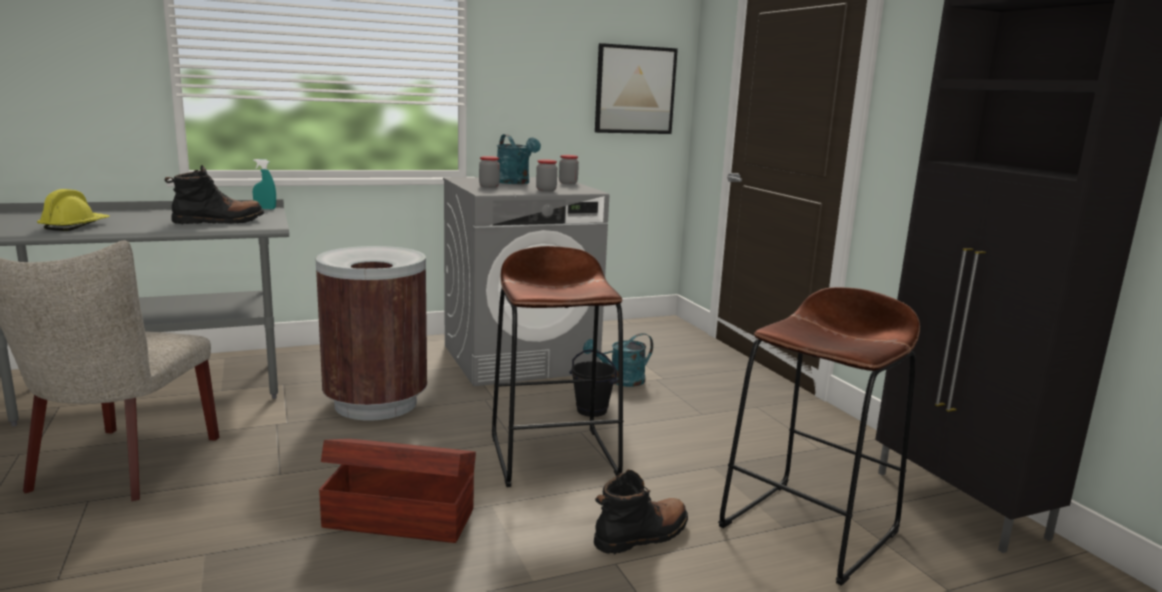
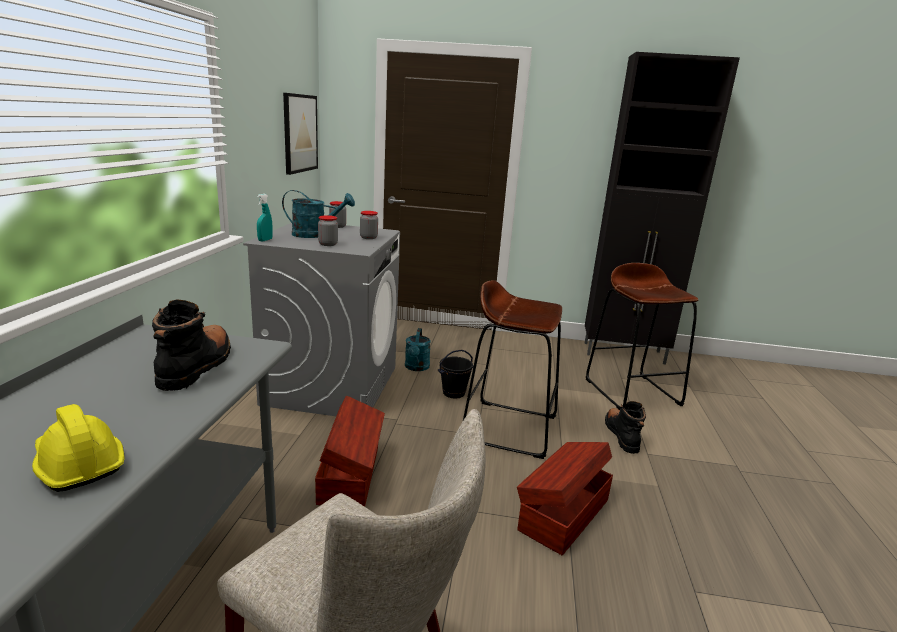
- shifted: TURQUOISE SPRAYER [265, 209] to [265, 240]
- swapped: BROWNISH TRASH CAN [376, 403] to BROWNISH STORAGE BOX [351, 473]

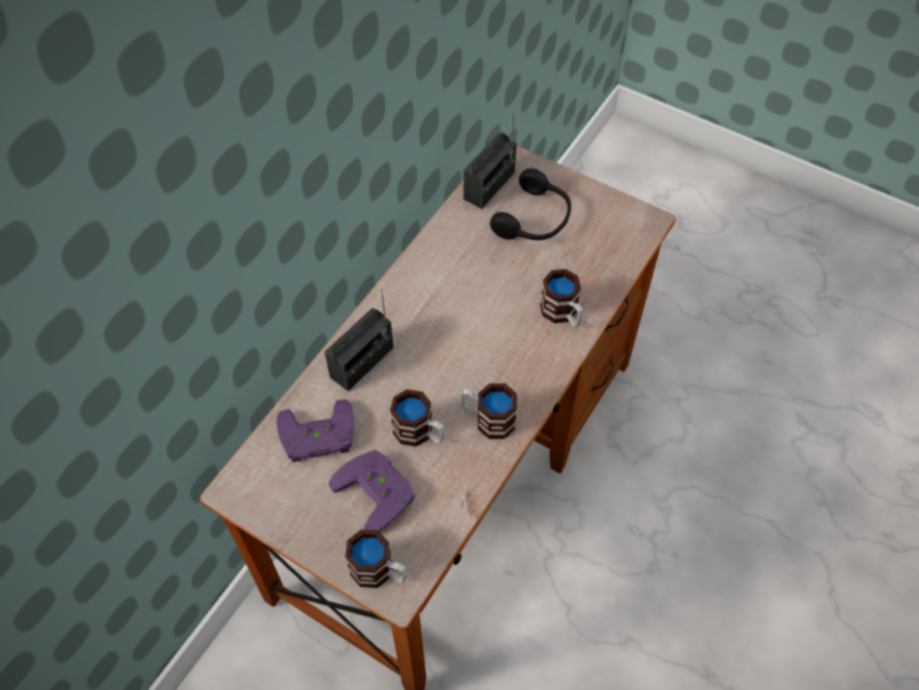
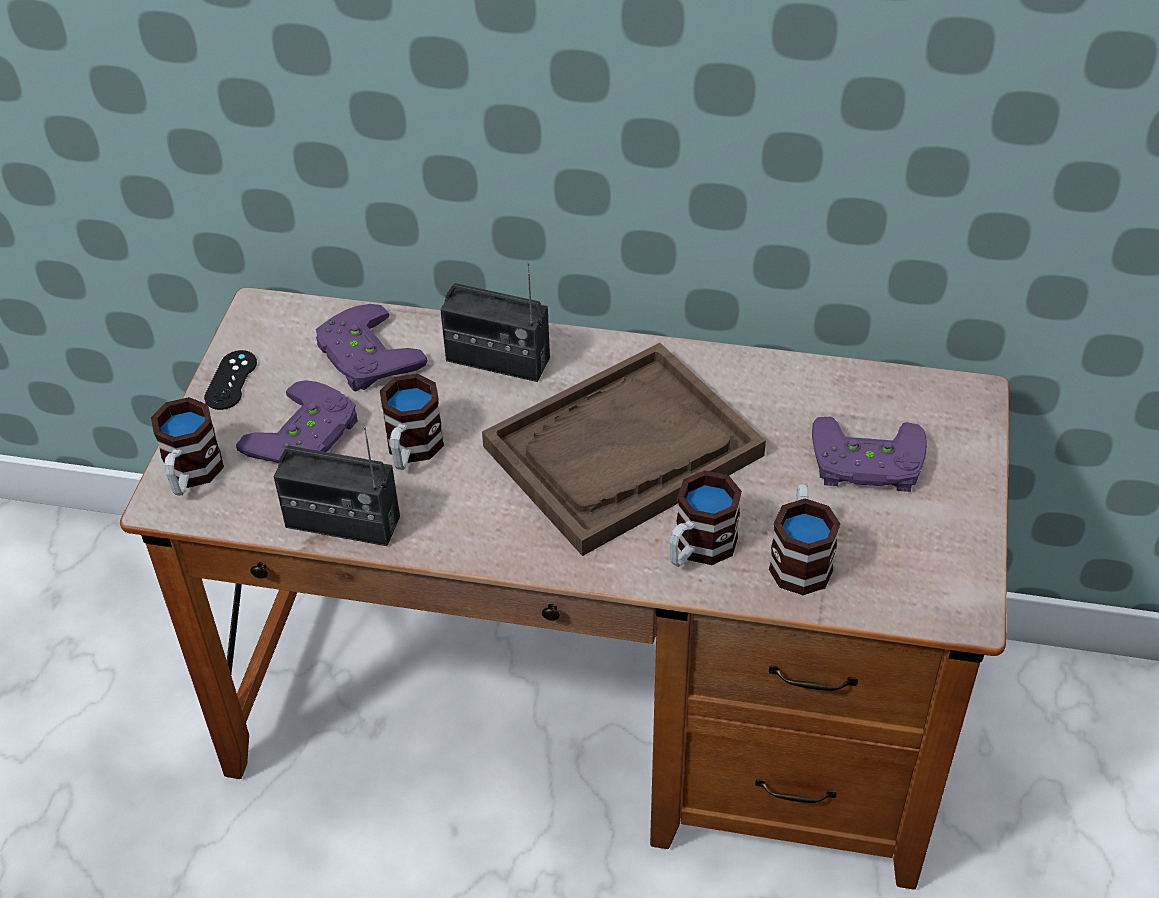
- new: BLACK GAMEPAD [231, 380]
- new: BROWNISH CARRYING TRAY [622, 452]
- shifted: COFFEE MUG [487, 419] to [800, 558]
- shifted: RADIO [489, 186] to [342, 522]
- swapped: BLACK PAIR OF HEADPHONES [535, 219] to PURPLE GAMEPAD [865, 465]

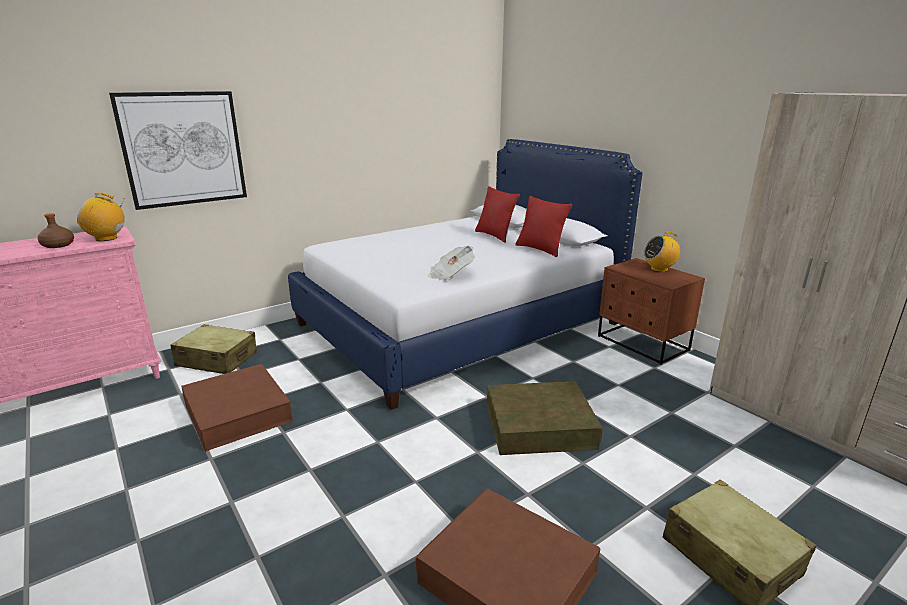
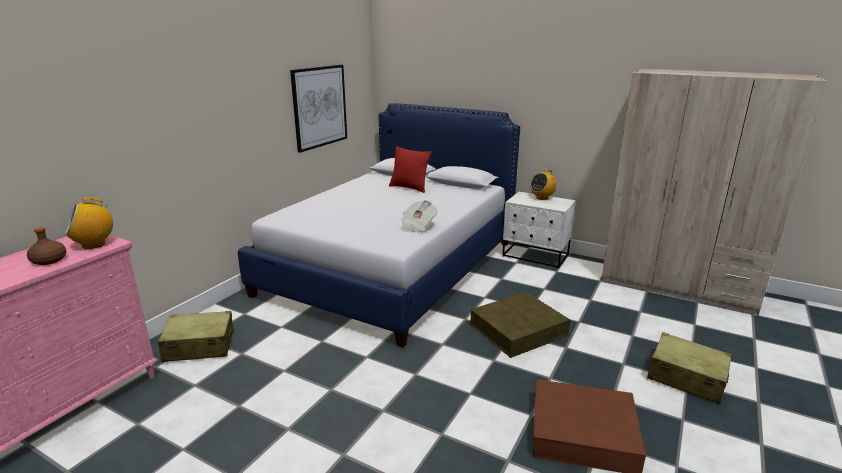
- gone: BROWNISH STORAGE BOX [237, 413]
- gone: REDDISH CUSHION [540, 249]
- shifted: WALL ART [183, 149] to [320, 107]
- repainted: BROWNISH NIGHTSTAND [642, 344] to WHITE-COLOURED NIGHTSTAND [535, 256]

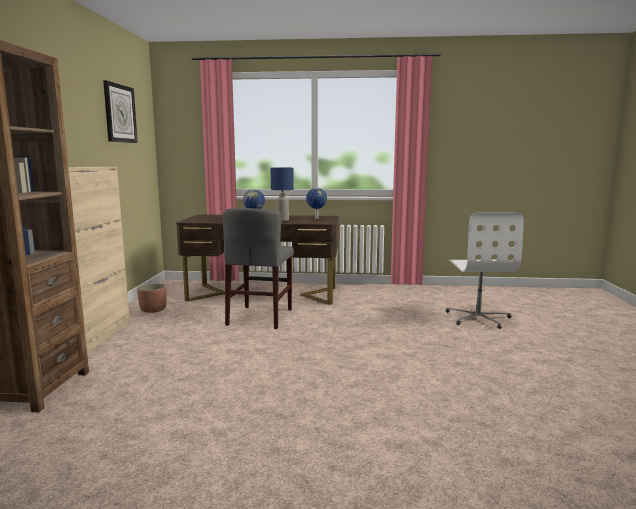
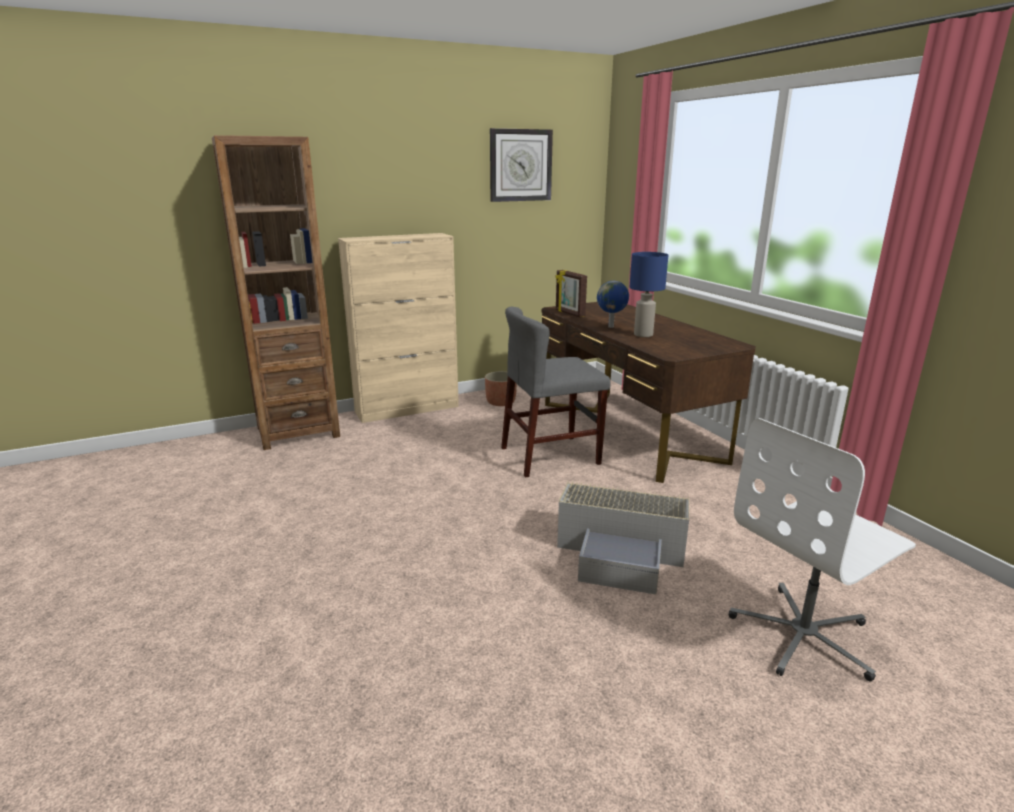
- gone: GLOBE [316, 218]
- new: PICTURE FRAME [569, 313]
- new: GREY STORAGE BOX [622, 552]

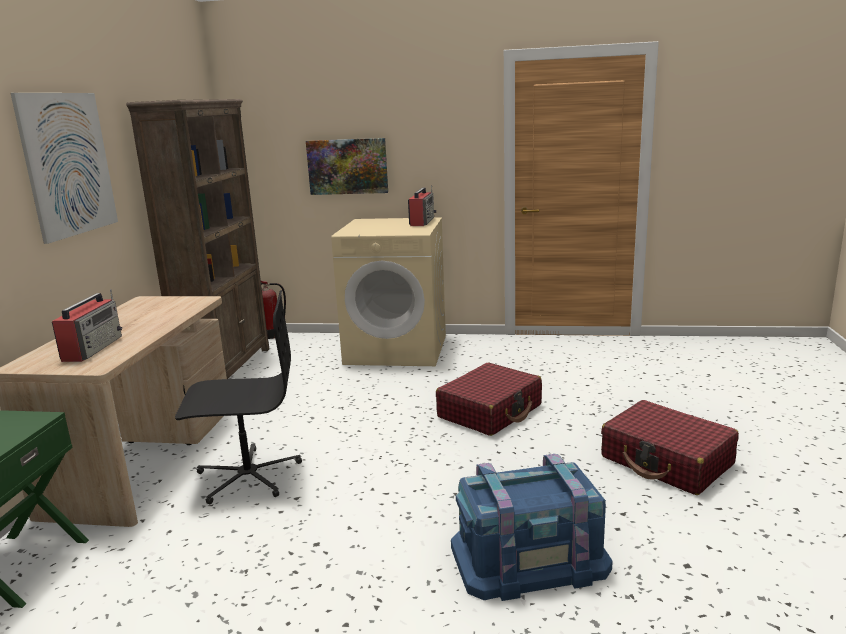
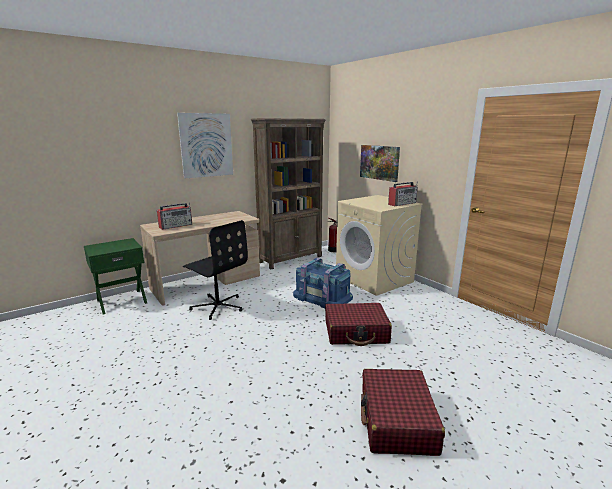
- shifted: BLUE STORAGE BOX [529, 557] to [322, 296]

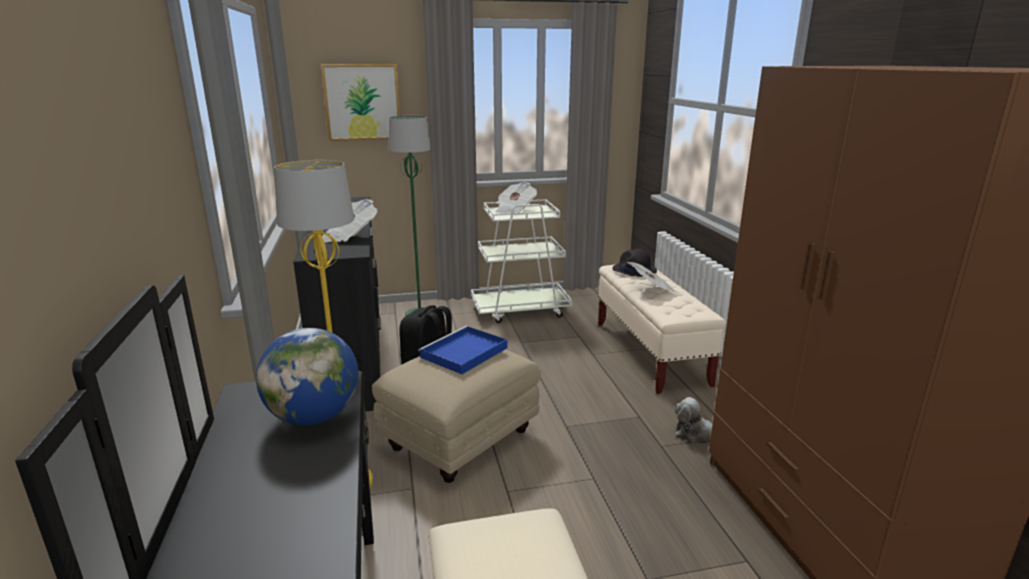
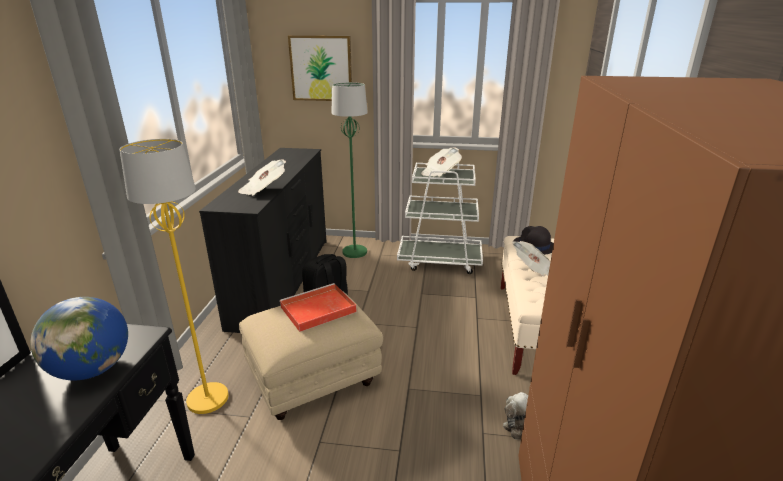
- repainted: BLUE CARRYING TRAY [463, 353] to REDDISH CARRYING TRAY [317, 310]

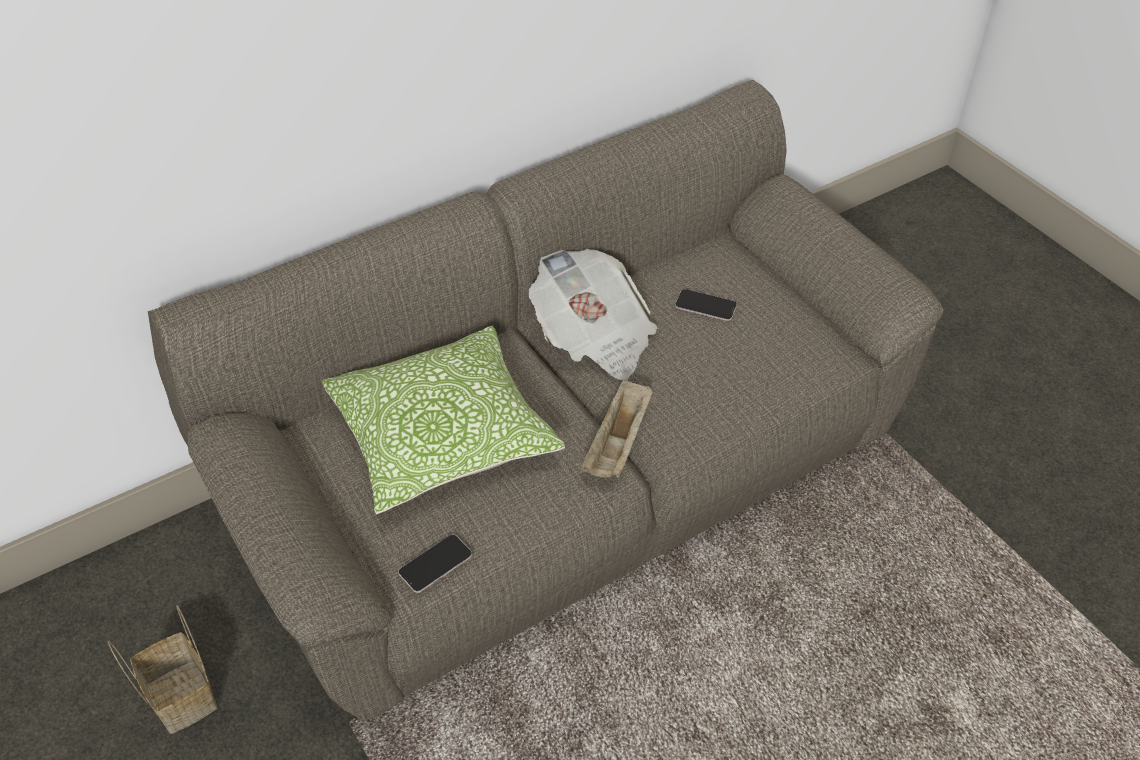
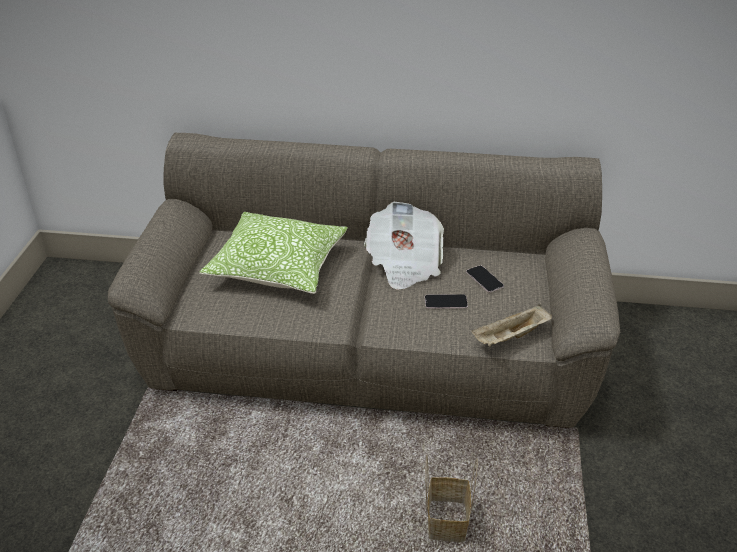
- shifted: STORAGE BASKET [179, 695] to [446, 520]
- shifted: TELEPHONE [435, 564] to [446, 302]
- shifted: BEIGE CARRYING TRAY [618, 445] to [510, 337]

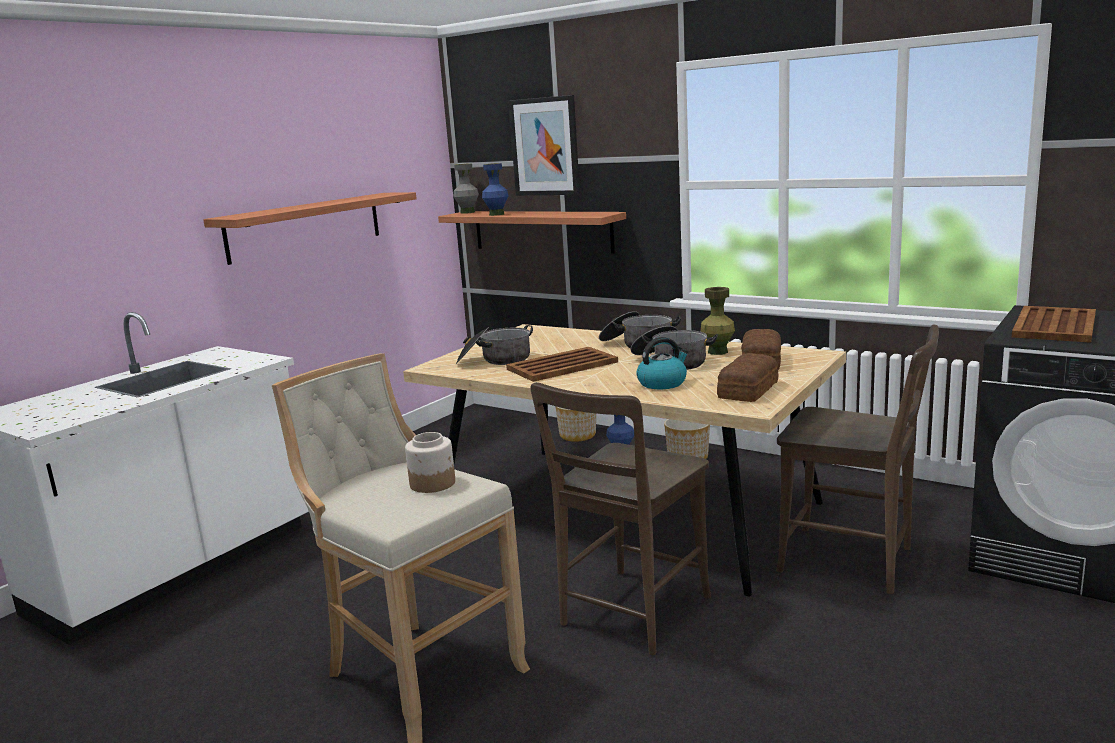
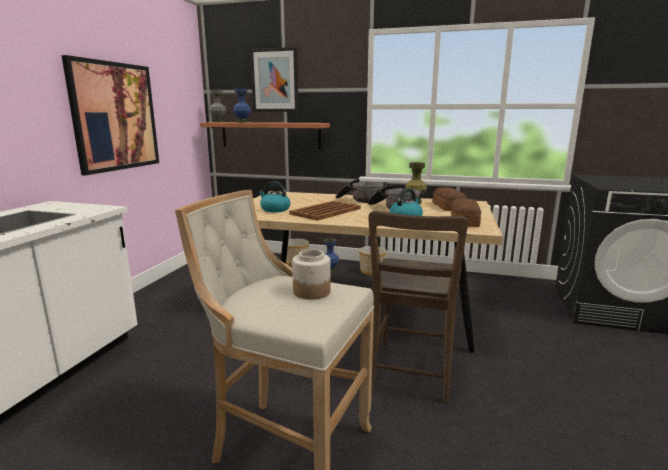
- gone: BROWNISH CHAIR [853, 561]
- gone: BROWNISH CARRYING TRAY [1054, 326]
- swapped: BRACKET SHELF [305, 226] to WALL ART [115, 116]
- swapped: COOKING POT [495, 360] to TEA KETTLE [274, 209]

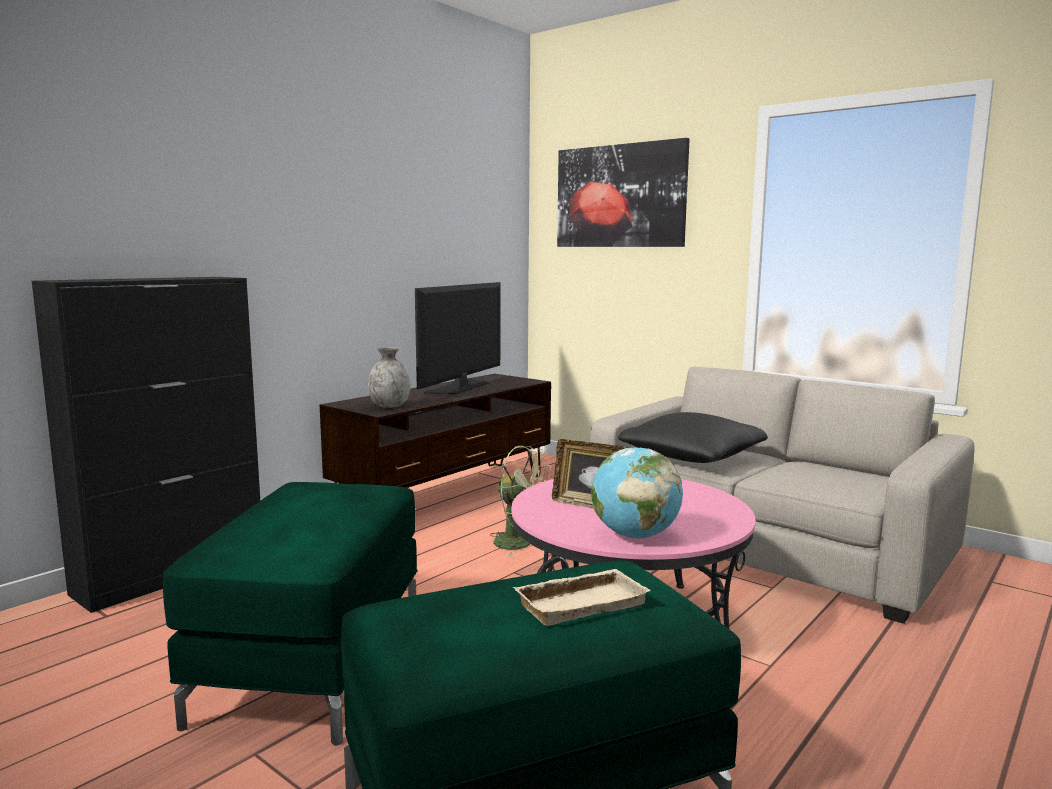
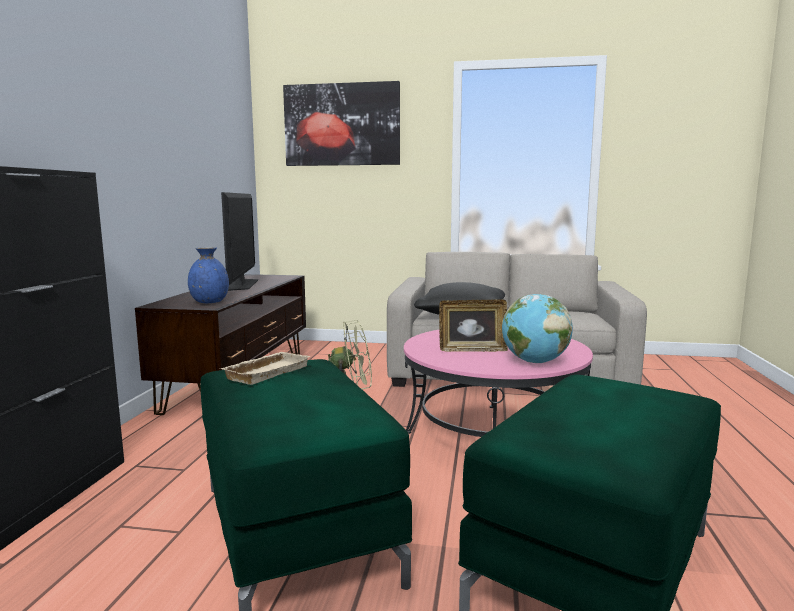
- shifted: BEIGE CARRYING TRAY [581, 602] to [266, 372]
- repainted: GREY FLOWER VASE [389, 406] to BLUE FLOWER VASE [209, 302]

